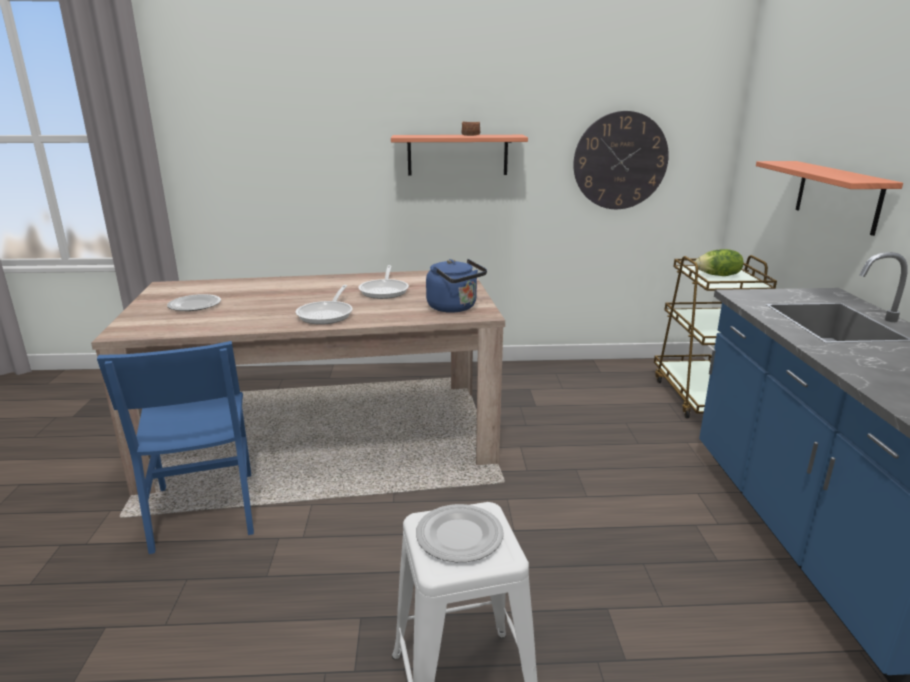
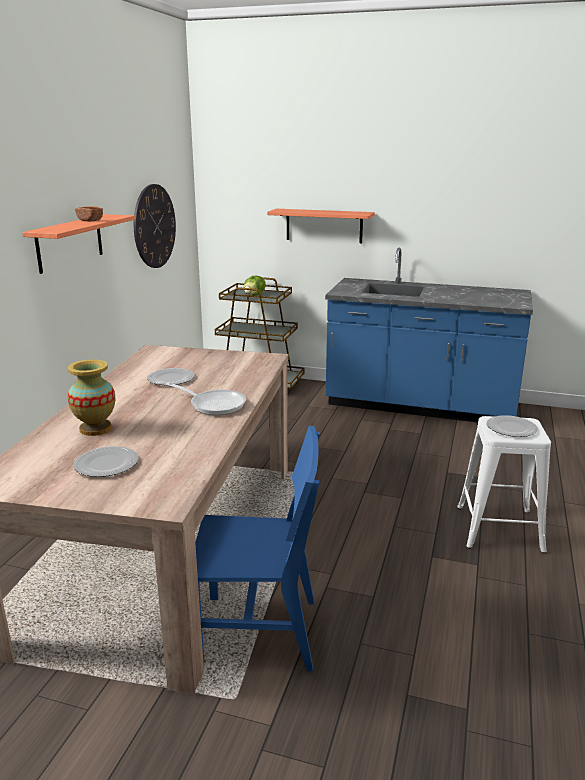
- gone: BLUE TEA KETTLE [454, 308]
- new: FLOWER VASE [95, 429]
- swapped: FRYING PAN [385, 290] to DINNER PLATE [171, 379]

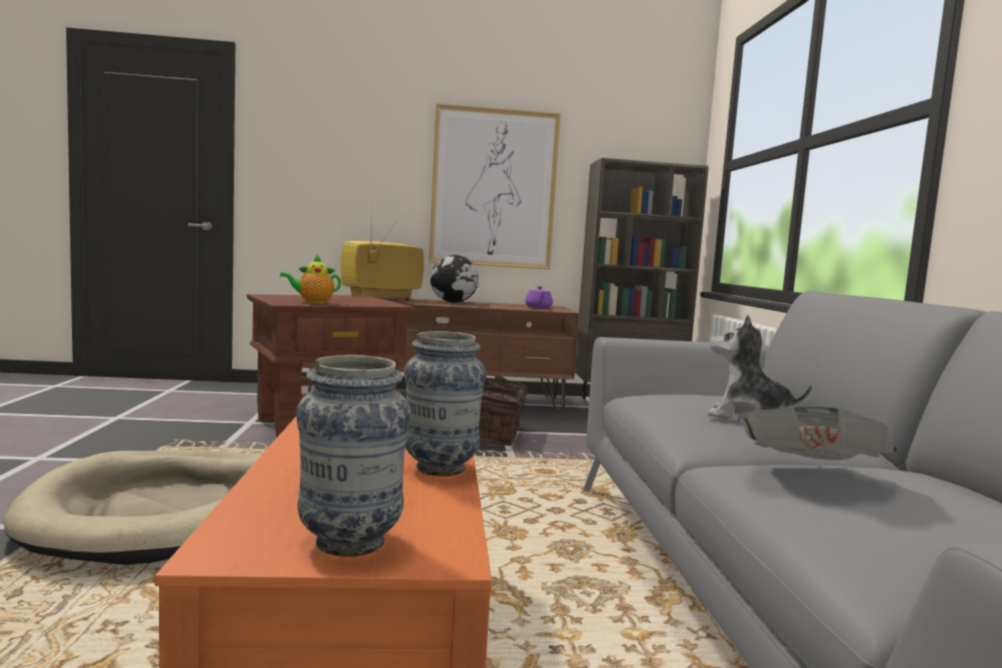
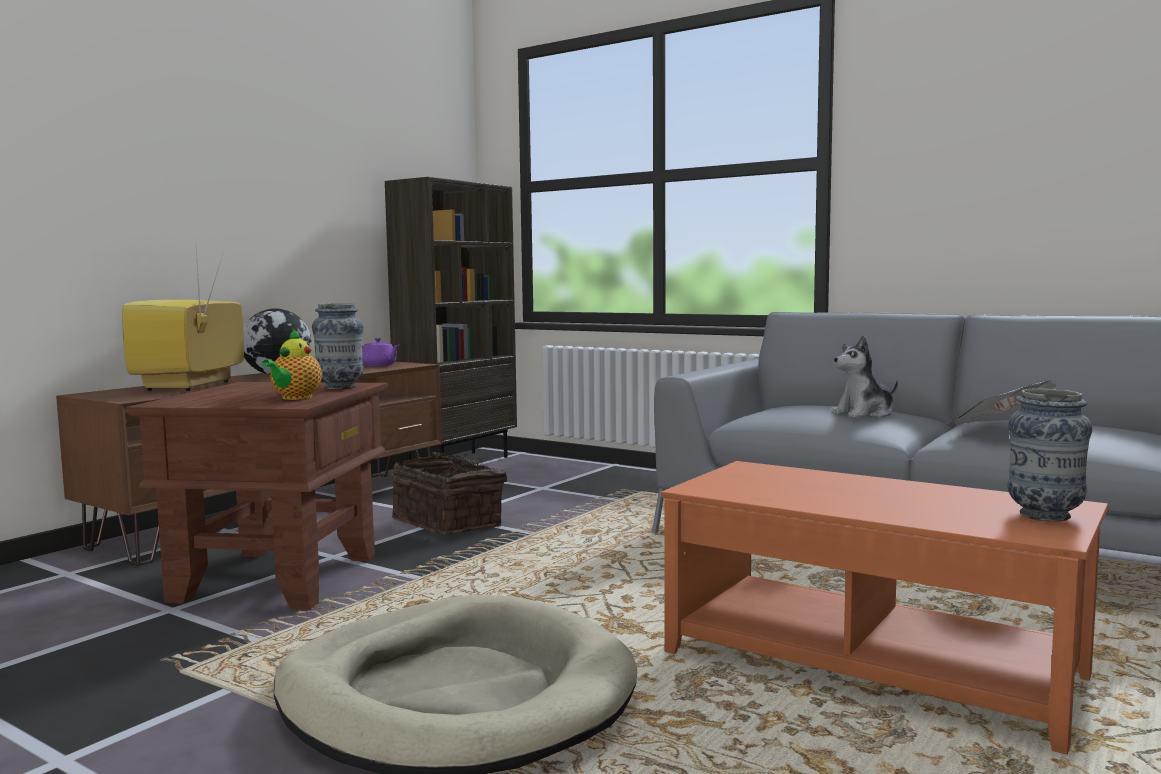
- gone: WALL ART [493, 188]
- shifted: FLOWER VASE [440, 468] to [340, 387]

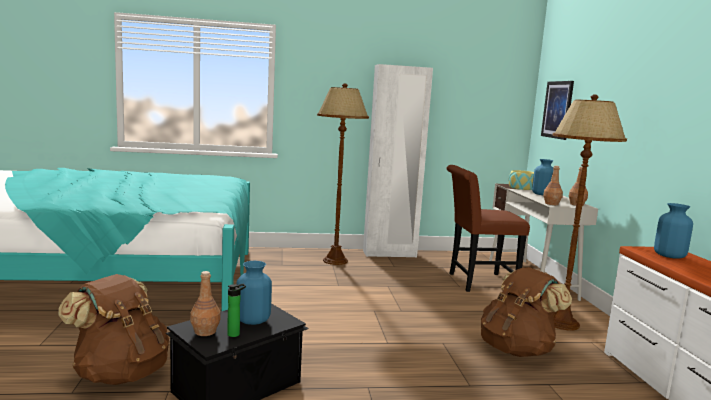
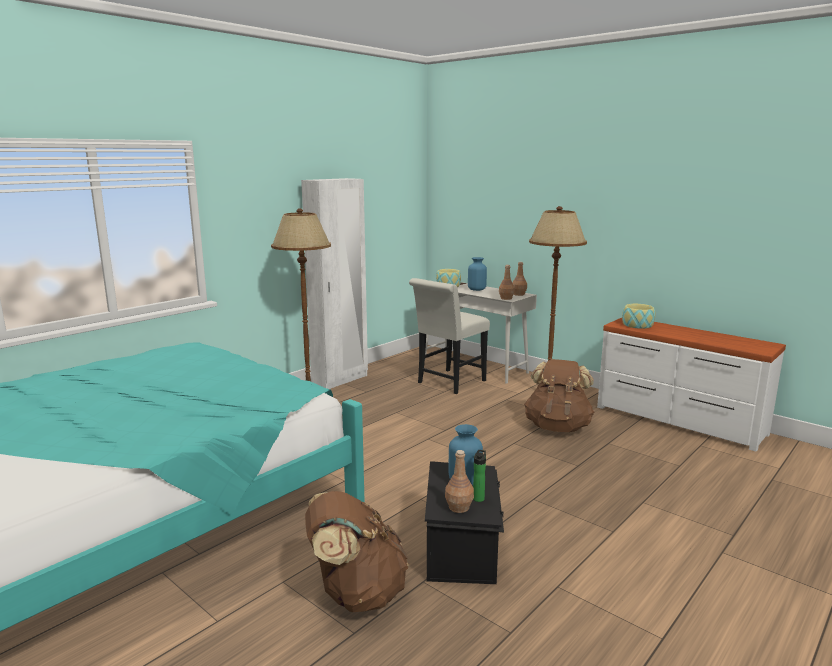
- gone: WALL ART [557, 109]
- swapped: BLUE FLOWER VASE [669, 256] to SERVING BOWL [637, 325]
- repainted: BROWNISH CHAIR [477, 282] to WHITE-COLOURED CHAIR [448, 383]

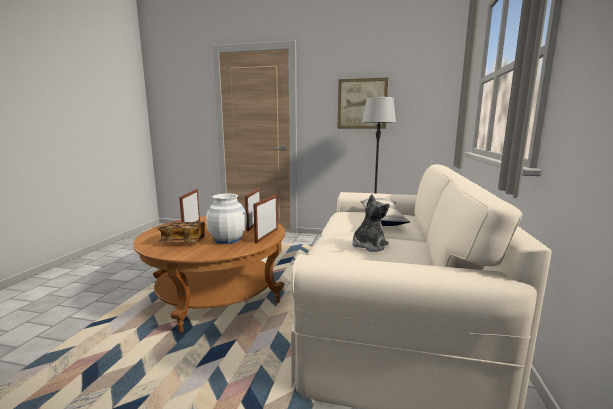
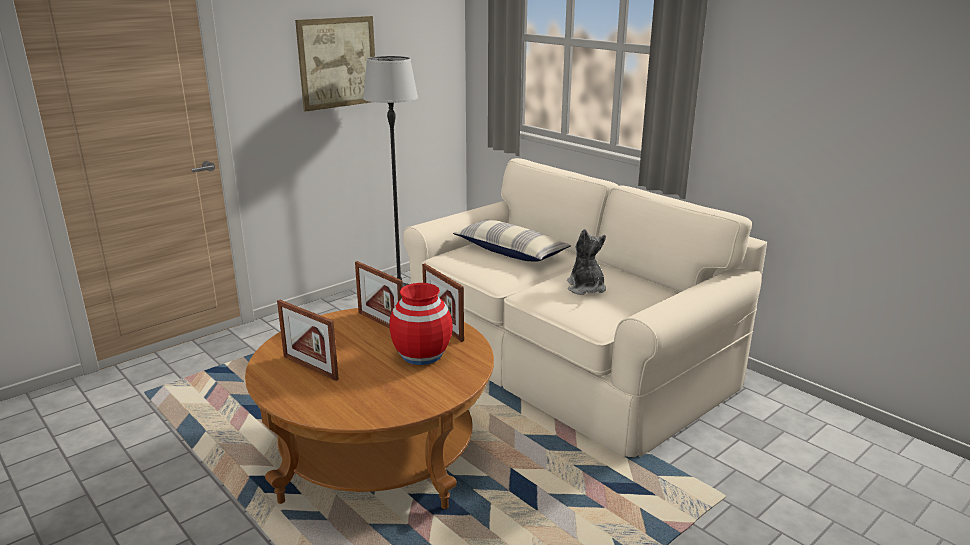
- gone: VOLUME [183, 241]
- repainted: WHITE-COLOURED FLOWER VASE [227, 239] to REDDISH FLOWER VASE [422, 355]

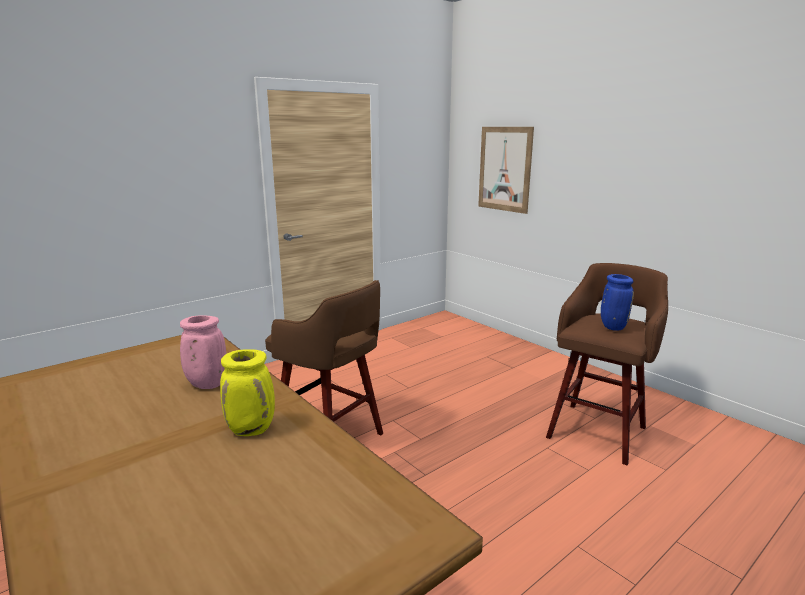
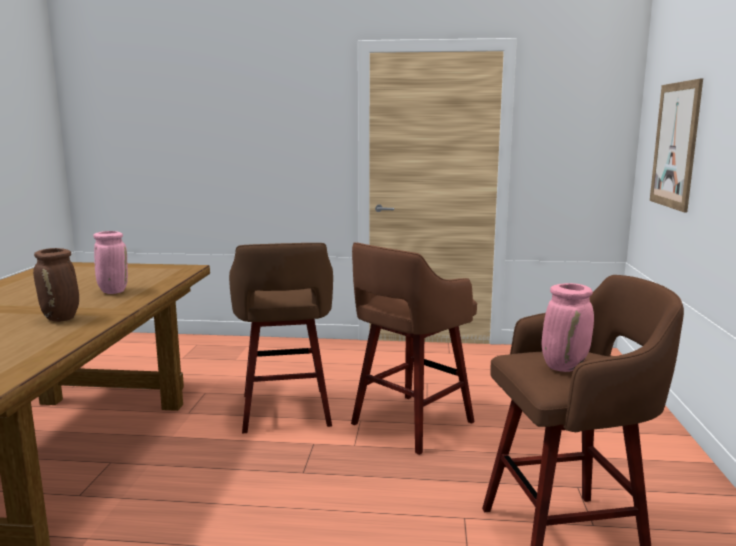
- new: BROWNISH STOOL [409, 424]
- repainted: YELLOWISH FLOWER VASE [252, 429] to BROWNISH FLOWER VASE [61, 319]
- repainted: BLUE FLOWER VASE [612, 327] to PINK FLOWER VASE [564, 366]

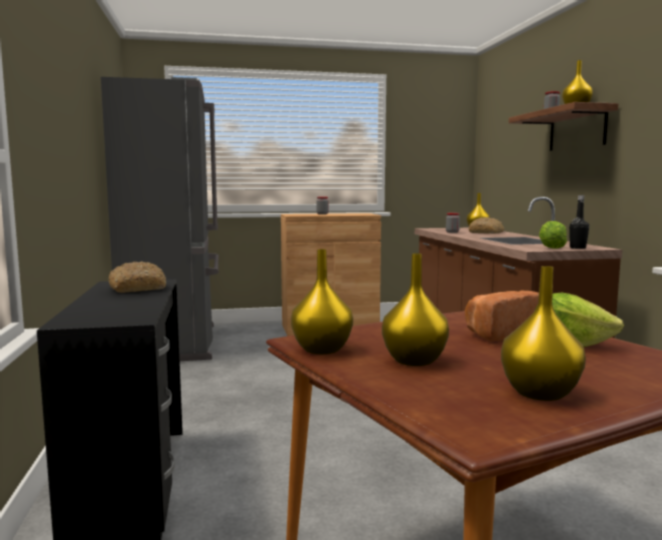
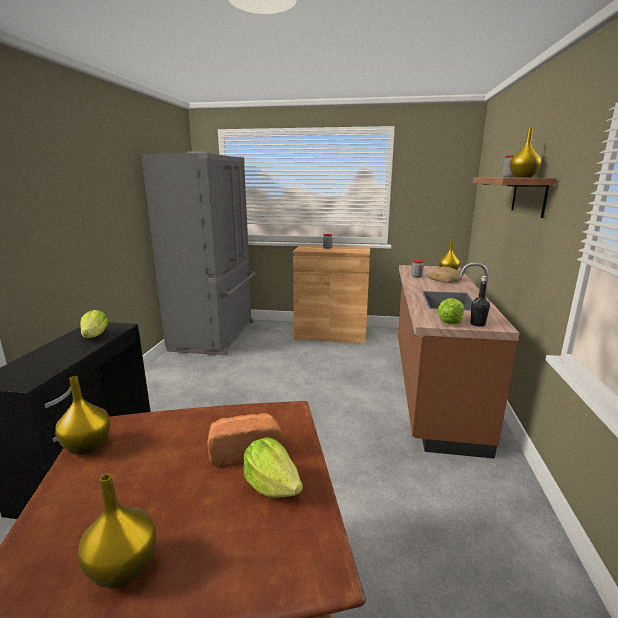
- gone: YELLOWISH FLOWER VASE [415, 361]
- swapped: BAKED BREAD [138, 288] to LETTUCE [95, 335]

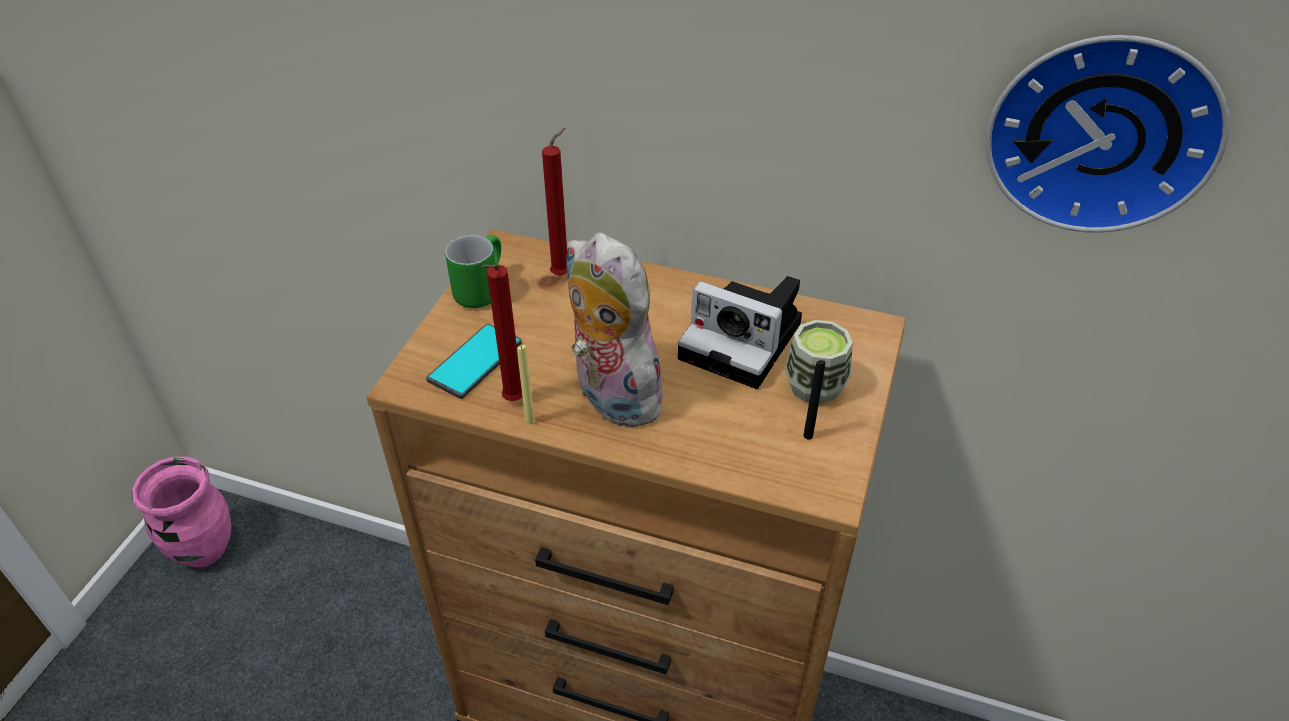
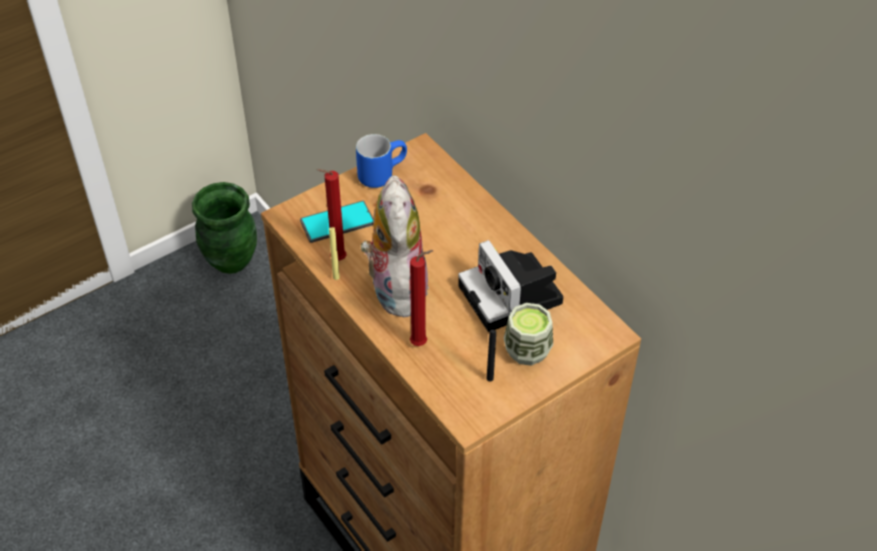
- gone: CLOCK ON THE WALL [1102, 130]
- shifted: REDDISH CANDLE [563, 274] to [421, 343]
- repainted: PINK FLOWER VASE [204, 549] to GREENISH FLOWER VASE [231, 260]
- repainted: GREENISH COFFEE MUG [479, 288] to BLUE COFFEE MUG [381, 173]

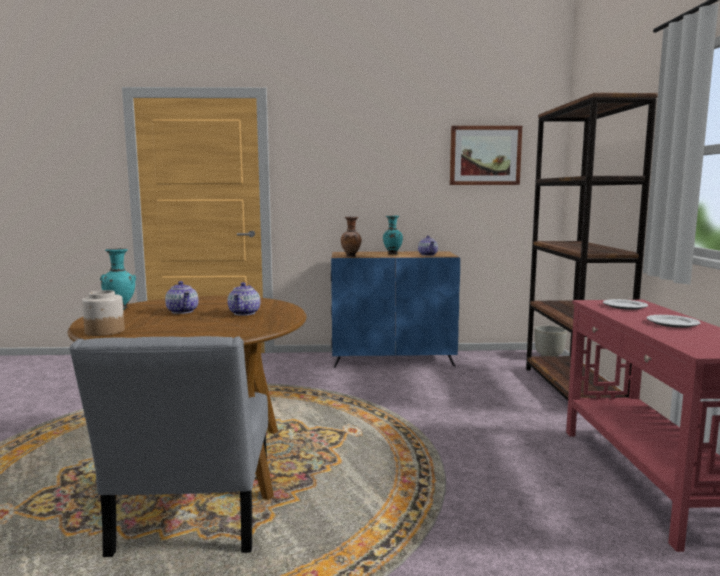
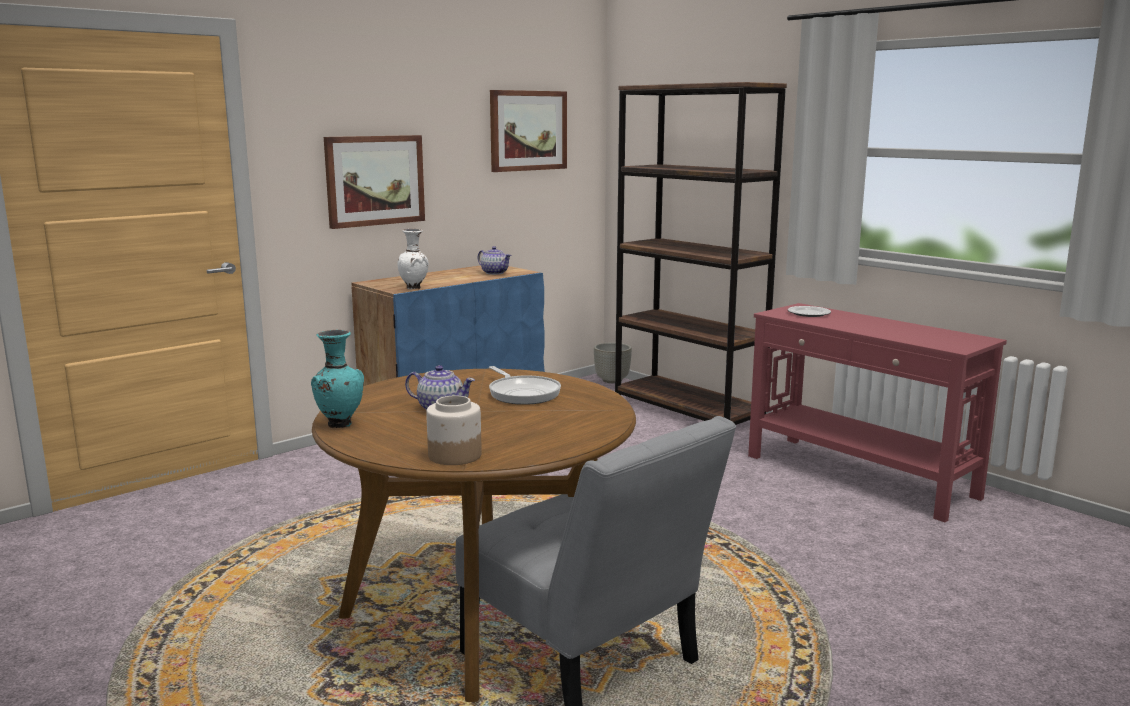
- gone: TURQUOISE FLOWER VASE [392, 254]
- gone: DINNER PLATE [673, 323]
- new: WALL ART [375, 180]
- swapped: POT FOR TEA [245, 313] to FRYING PAN [522, 393]
- repainted: BROWNISH FLOWER VASE [351, 257] to WHITE-COLOURED FLOWER VASE [414, 288]

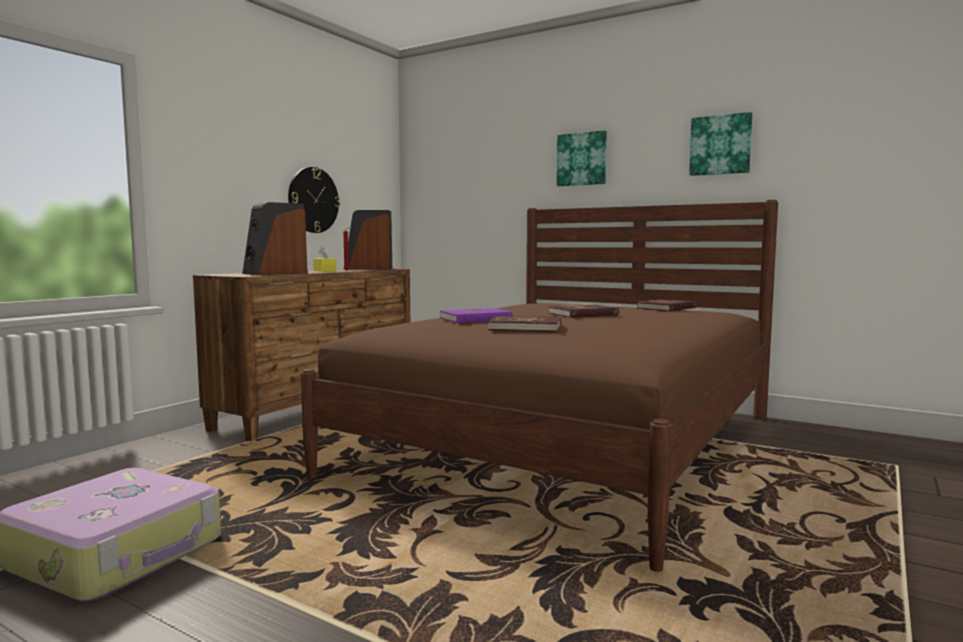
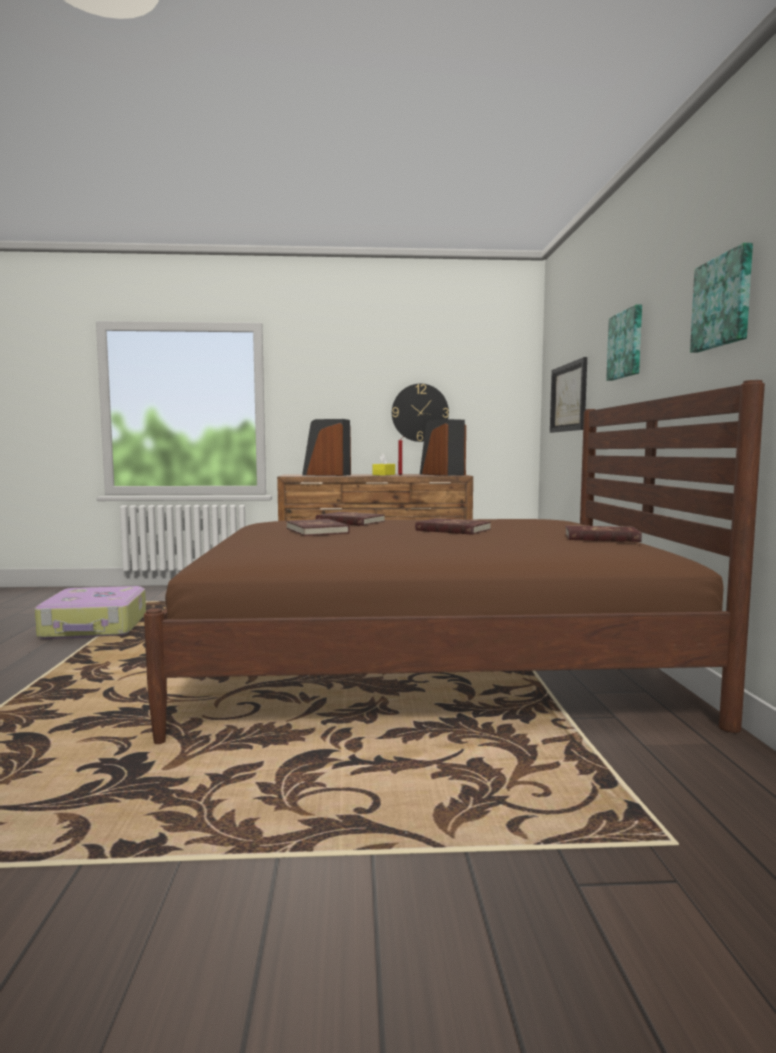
- new: WALL ART [569, 397]
- repainted: PURPLE VOLUME [475, 319] to REDDISH VOLUME [350, 522]

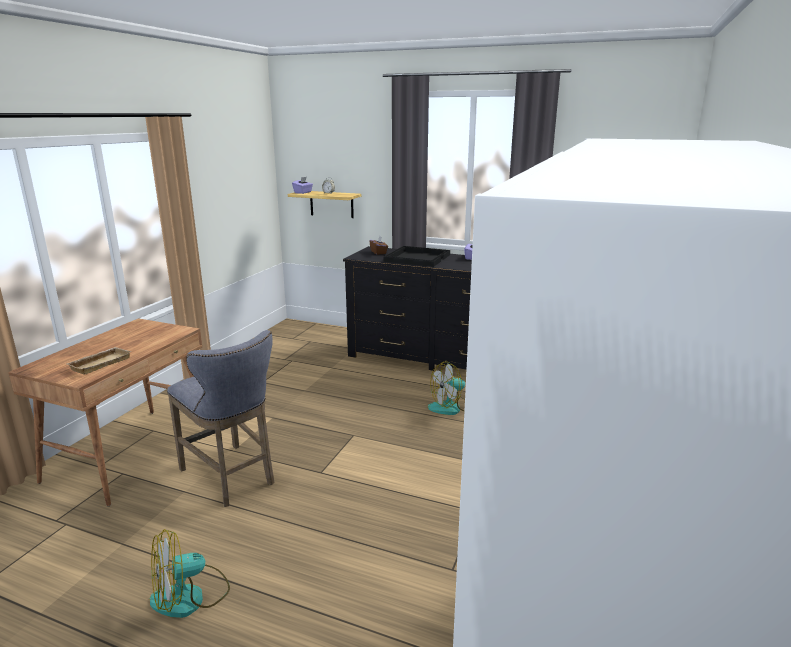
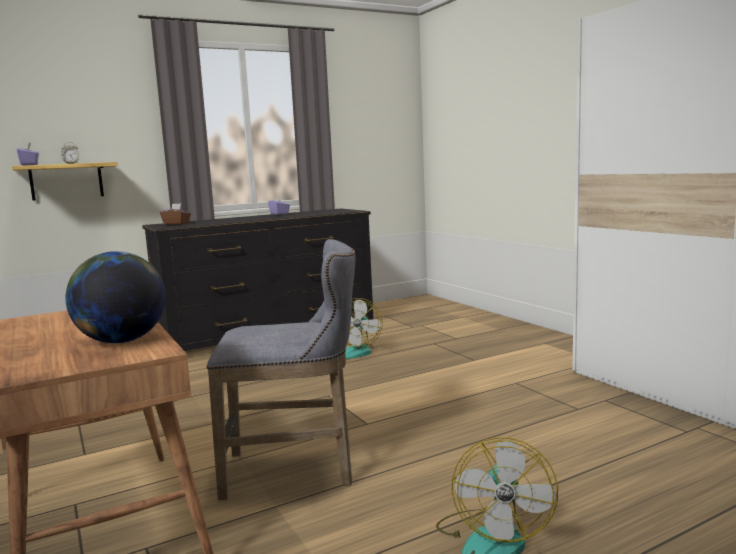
- gone: BLACK CARRYING TRAY [417, 258]
- swapped: BEIGE CARRYING TRAY [100, 363] to GLOBE [121, 341]

